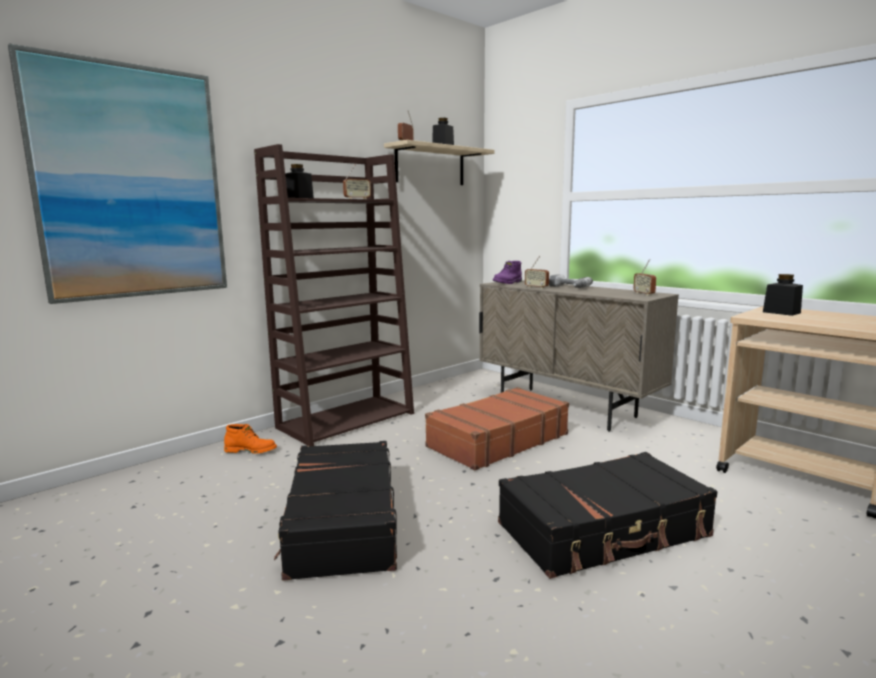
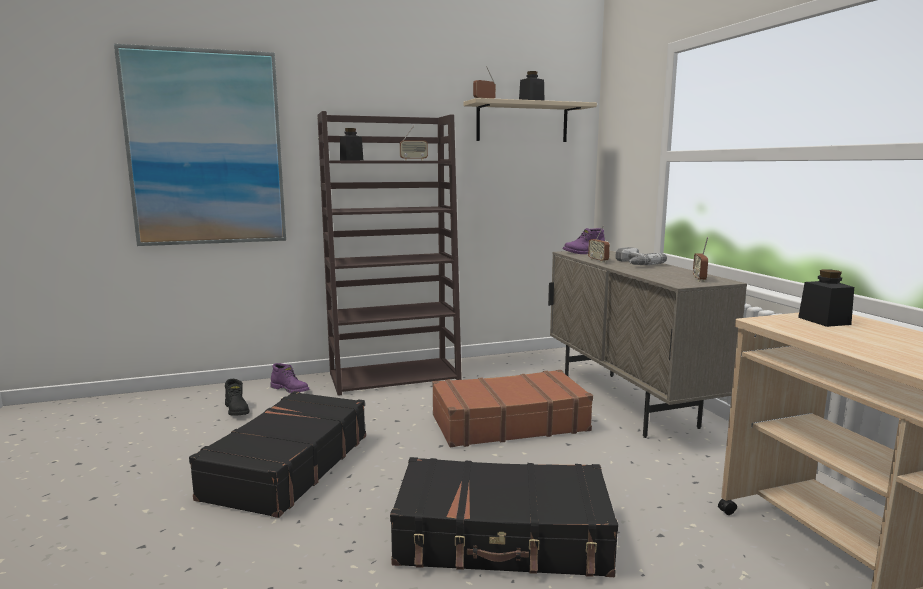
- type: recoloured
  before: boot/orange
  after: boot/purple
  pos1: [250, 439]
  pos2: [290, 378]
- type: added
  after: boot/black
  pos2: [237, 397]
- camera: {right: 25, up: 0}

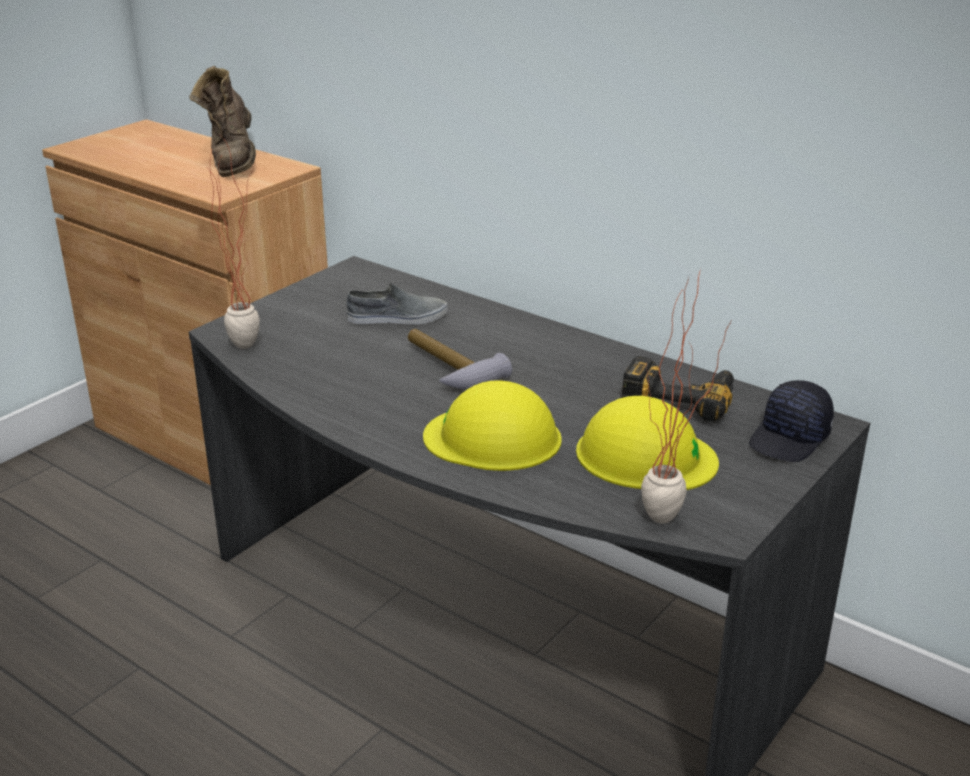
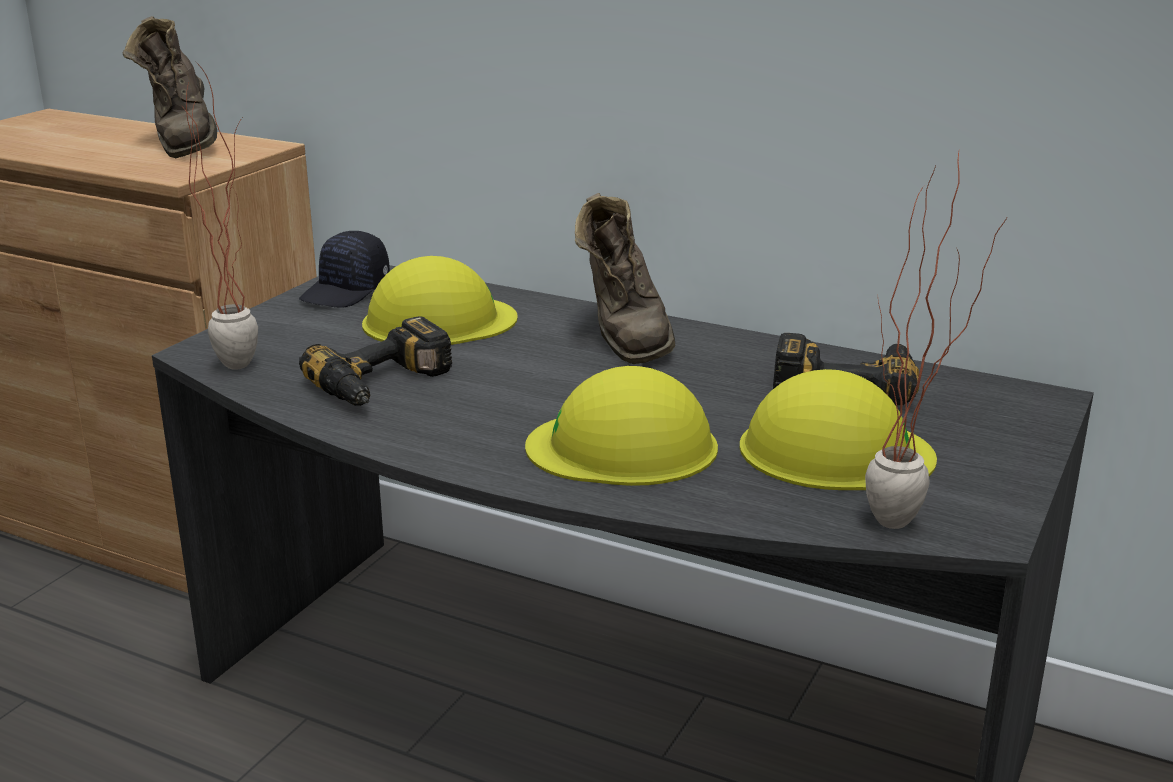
- type: replaced
  before: shoe/grey
  after: hard hat/yellow
  pos1: [397, 304]
  pos2: [440, 300]
- type: removed
  before: hammer
  pos1: [460, 359]
- type: moved
  before: cap/black
  pos1: [791, 421]
  pos2: [344, 269]
- type: added
  after: boot/brown
  pos2: [625, 278]
- type: added
  after: power drill
  pos2: [375, 361]
- camera: {right: -10, up: -5}

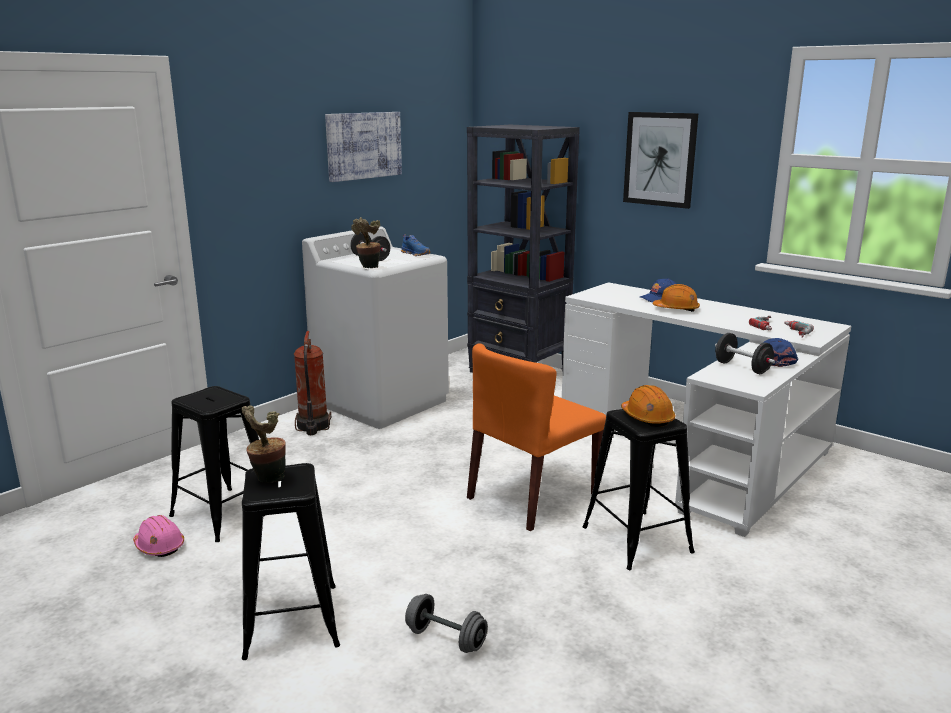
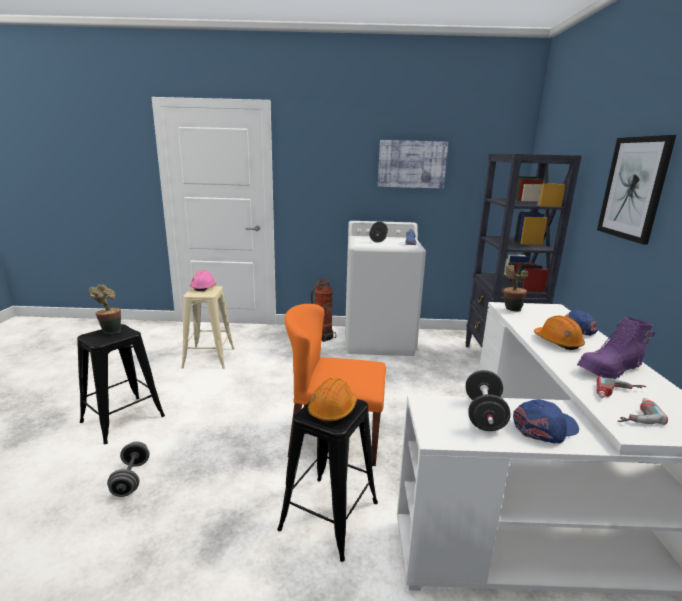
- type: moved
  before: potted plant
  pos1: [366, 242]
  pos2: [515, 288]
- type: recoloured
  before: stool/black
  after: stool/beige
  pos1: [214, 464]
  pos2: [207, 327]
- type: moved
  before: hard hat/pink
  pos1: [158, 536]
  pos2: [203, 280]
- type: added
  after: boot/purple
  pos2: [616, 348]
- camera: {right: 50, up: 0}

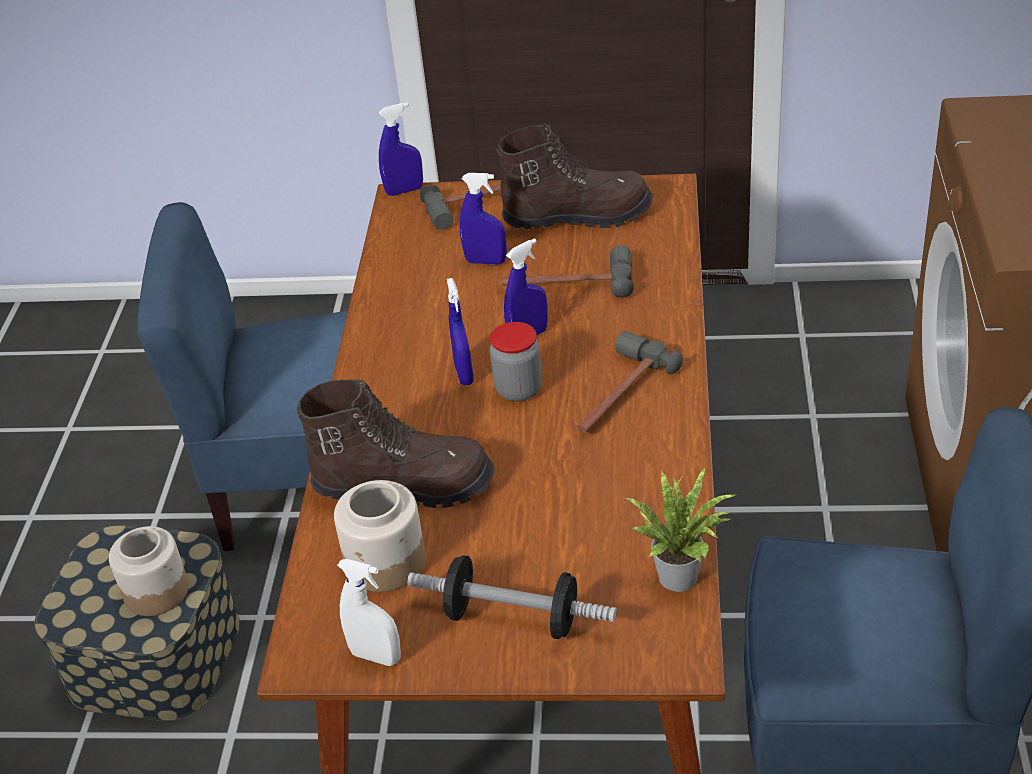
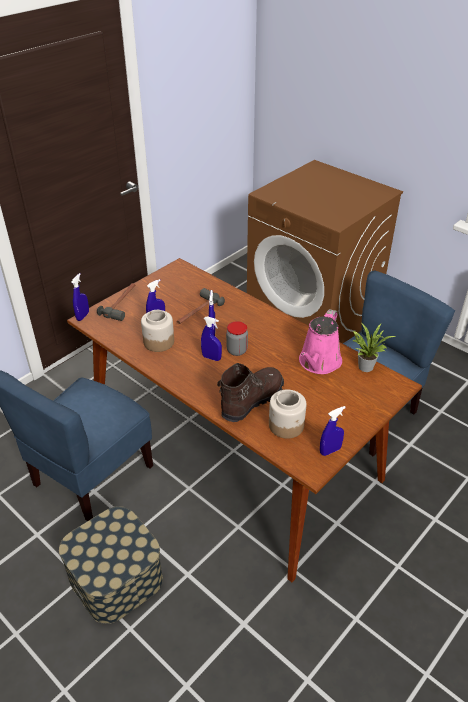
- type: removed
  before: boot/brown
  pos1: [575, 176]
- type: removed
  before: hammer
  pos1: [630, 382]
- type: moved
  before: jar
  pos1: [149, 571]
  pos2: [157, 331]
- type: removed
  before: dumbbell
  pos1: [512, 597]
- type: recoloured
  before: spray bottle/white
  after: spray bottle/blue
  pos1: [369, 612]
  pos2: [333, 431]
- type: added
  after: watering can/pink
  pos2: [320, 341]
- camera: {right: -55, up: 0}

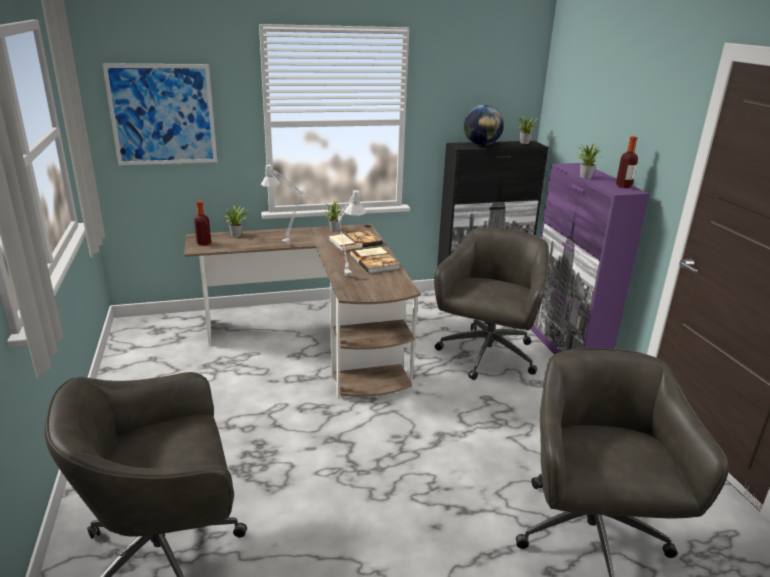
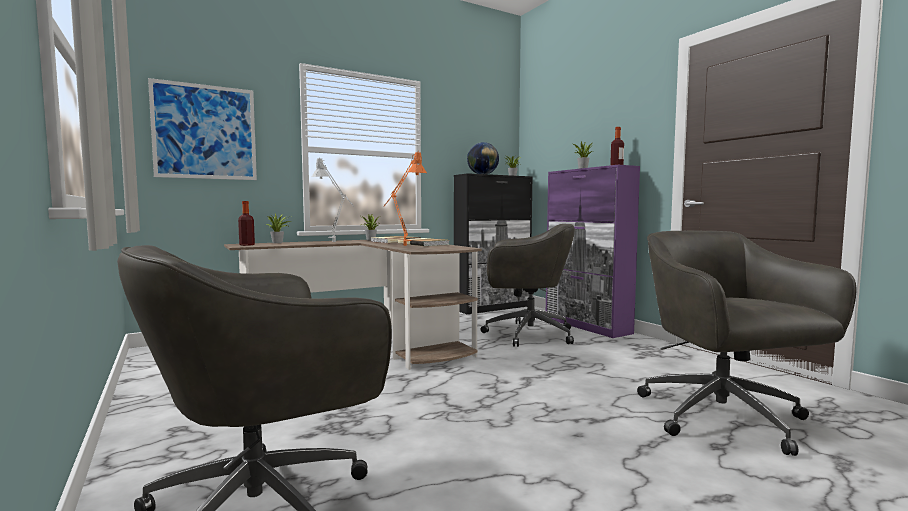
- type: recoloured
  before: table lamp/grey
  after: table lamp/orange
  pos1: [349, 232]
  pos2: [405, 199]
- type: turned
  before: office chair/grey
  pos1: [491, 303]
  pos2: [528, 285]
  turn: 90
- camera: {right: -15, up: -20}

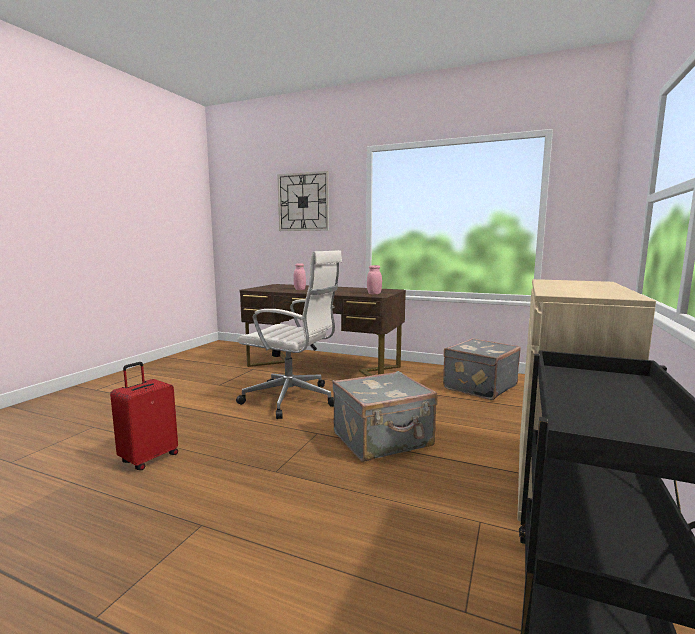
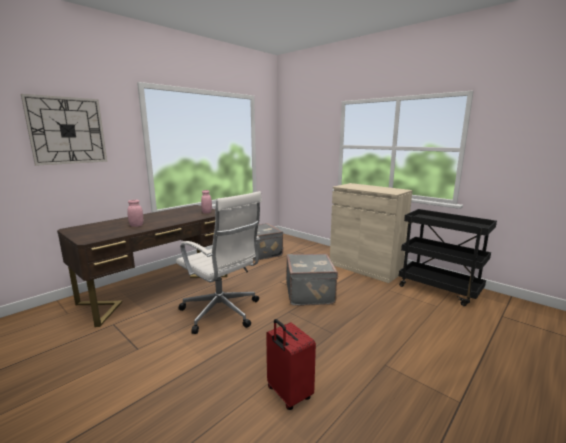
- type: turned
  before: office chair/white
  pos1: [289, 334]
  pos2: [219, 262]
  turn: 90
- camera: {right: -70, up: 5}

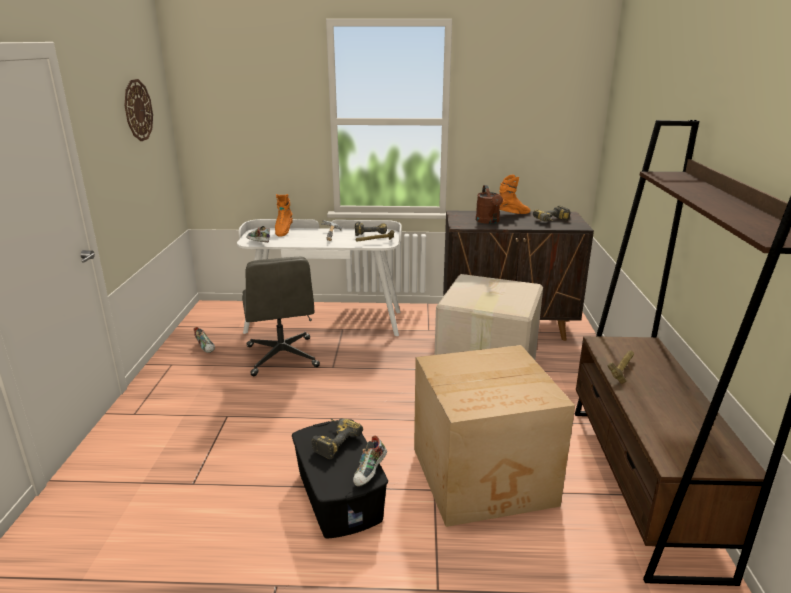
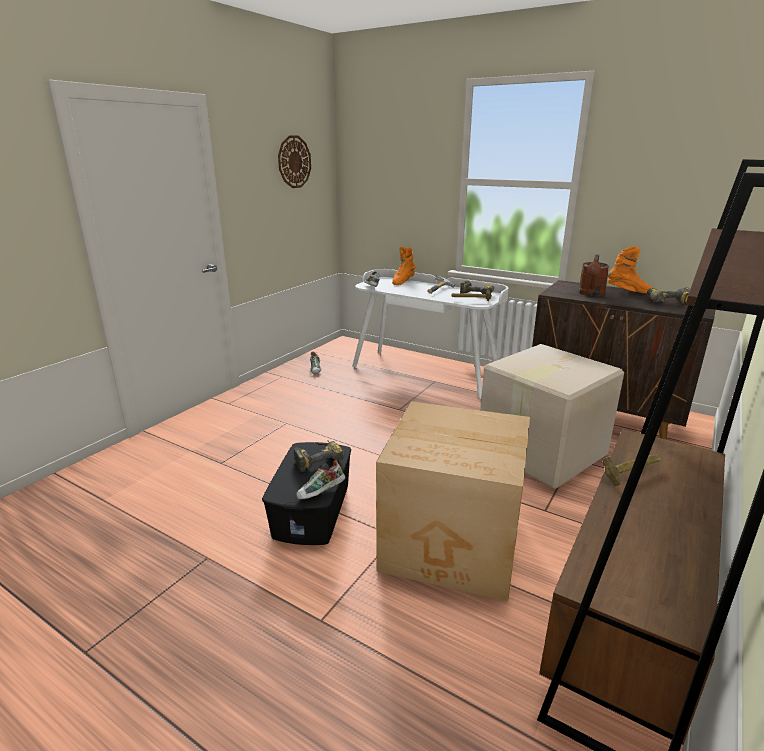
- type: removed
  before: office chair/grey
  pos1: [281, 316]
- camera: {right: 30, up: 0}

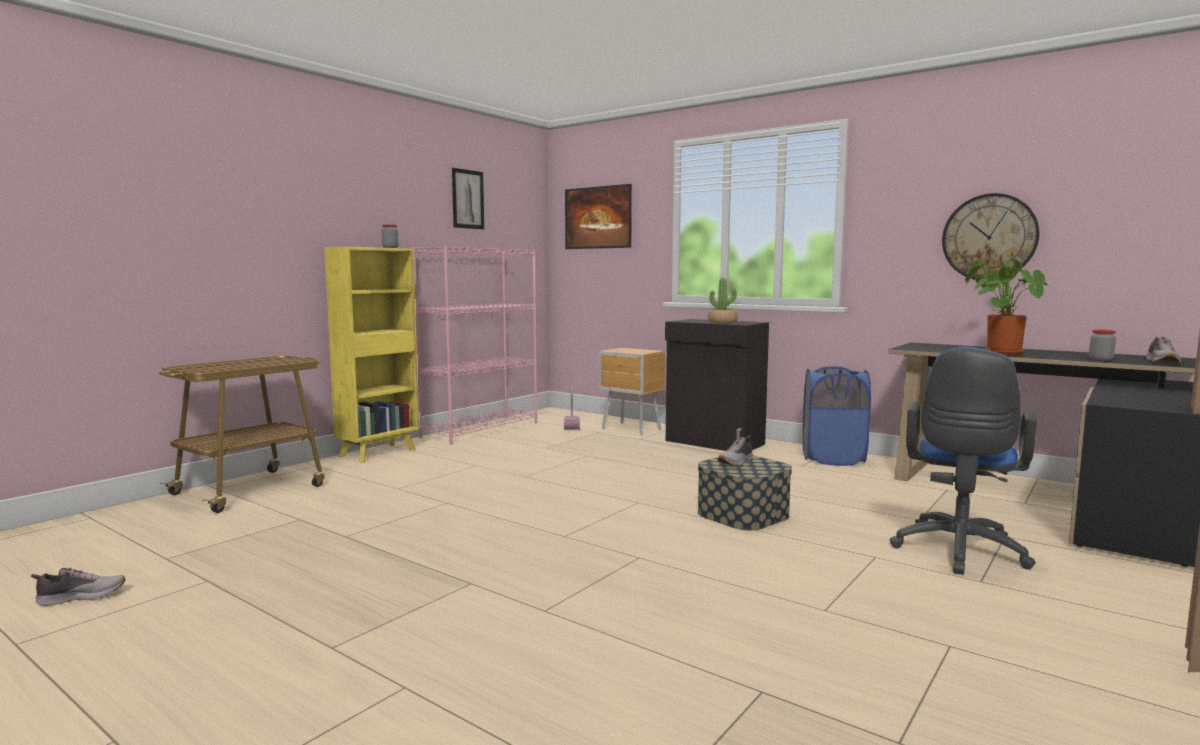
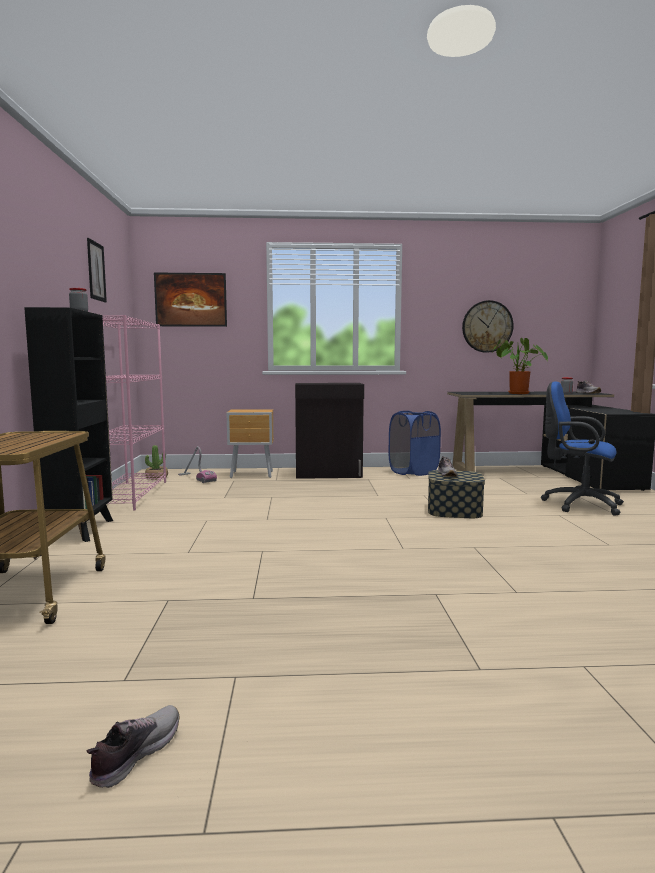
- type: recoloured
  before: bookcase/yellow
  after: bookcase/black
  pos1: [372, 355]
  pos2: [68, 424]
- type: moved
  before: potted plant
  pos1: [723, 300]
  pos2: [156, 462]
- type: turned
  before: office chair/blue
  pos1: [963, 460]
  pos2: [582, 448]
  turn: 135
- camera: {right: -40, up: 0}

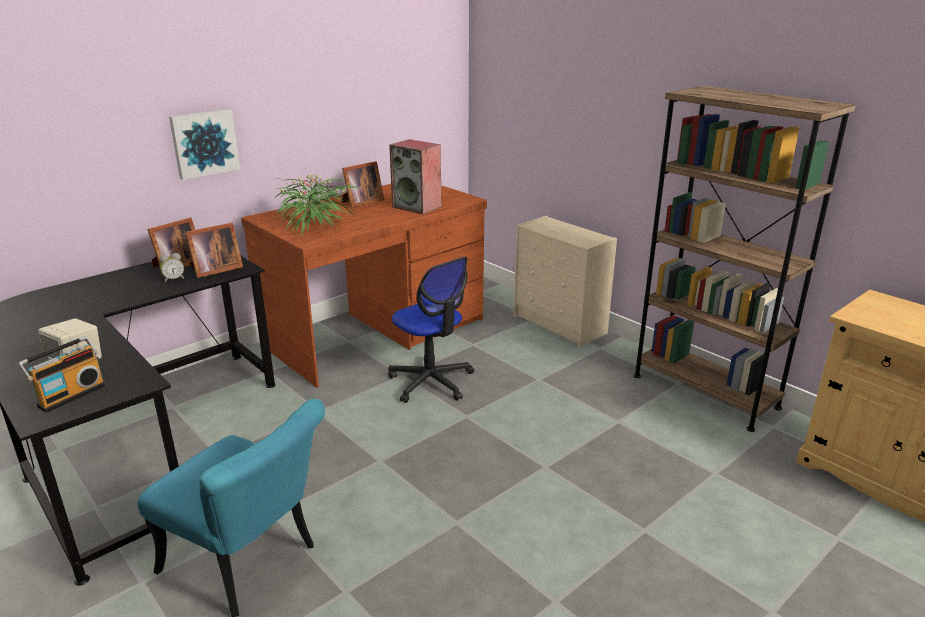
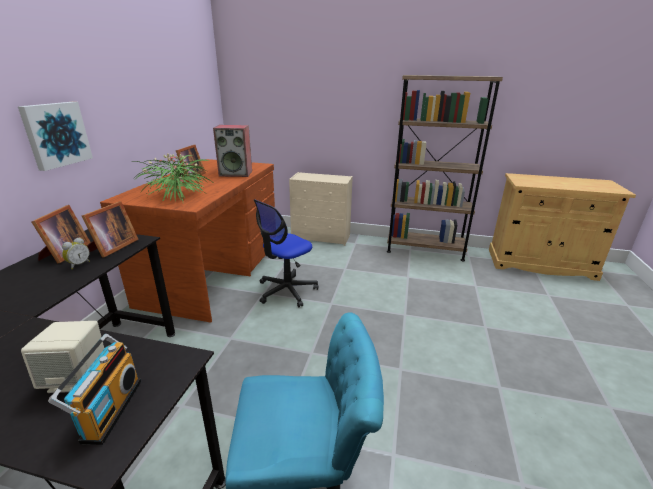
- type: turned
  before: office chair
  pos1: [431, 329]
  pos2: [286, 253]
  turn: 120
- camera: {right: -35, up: 0}

